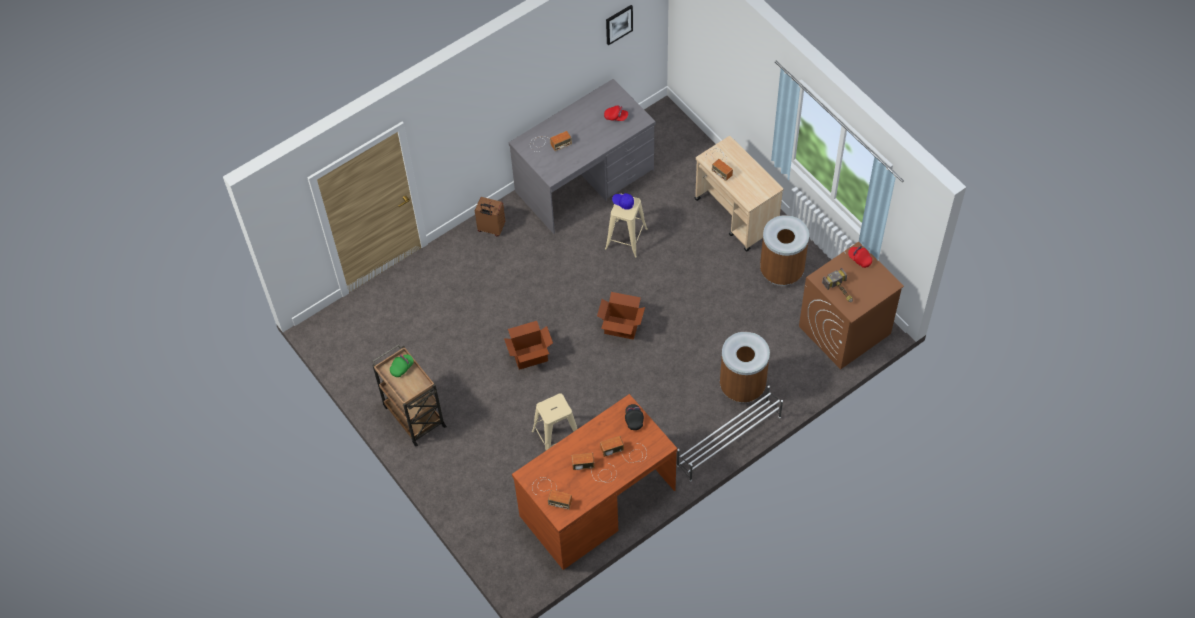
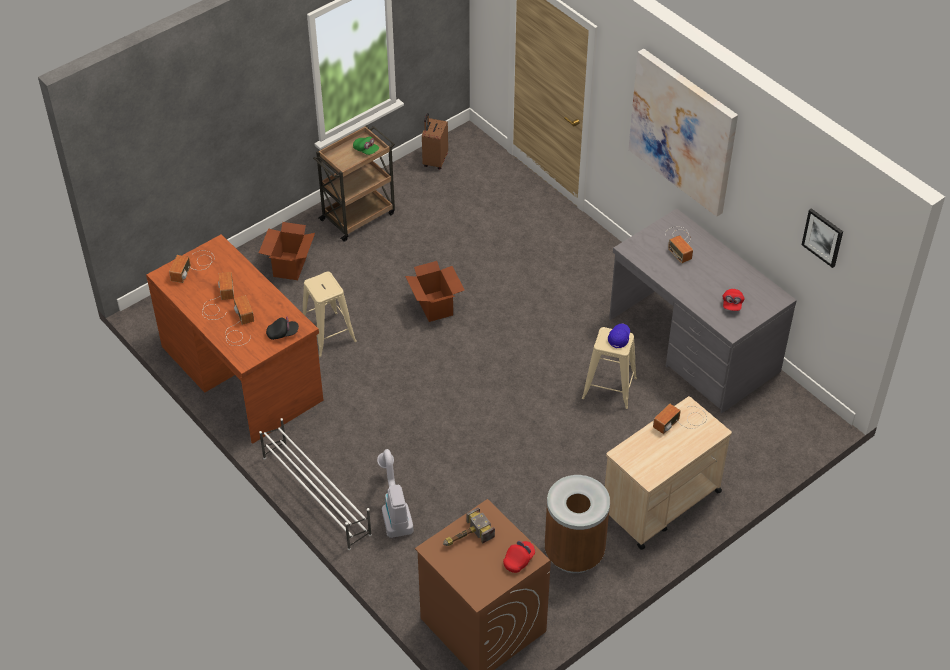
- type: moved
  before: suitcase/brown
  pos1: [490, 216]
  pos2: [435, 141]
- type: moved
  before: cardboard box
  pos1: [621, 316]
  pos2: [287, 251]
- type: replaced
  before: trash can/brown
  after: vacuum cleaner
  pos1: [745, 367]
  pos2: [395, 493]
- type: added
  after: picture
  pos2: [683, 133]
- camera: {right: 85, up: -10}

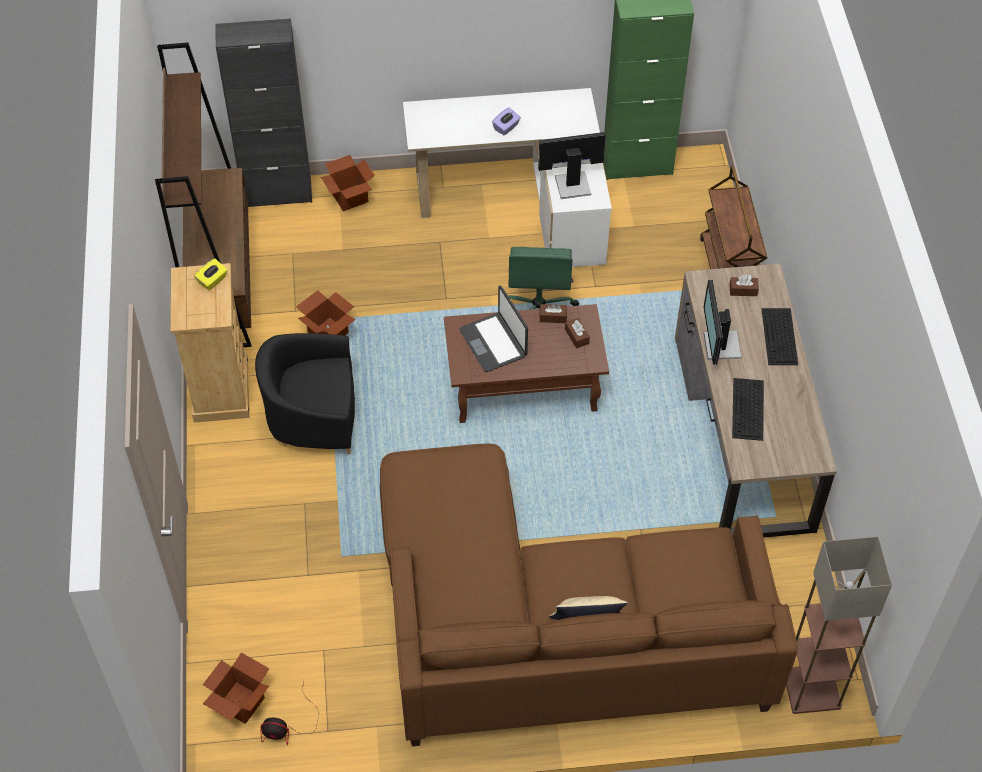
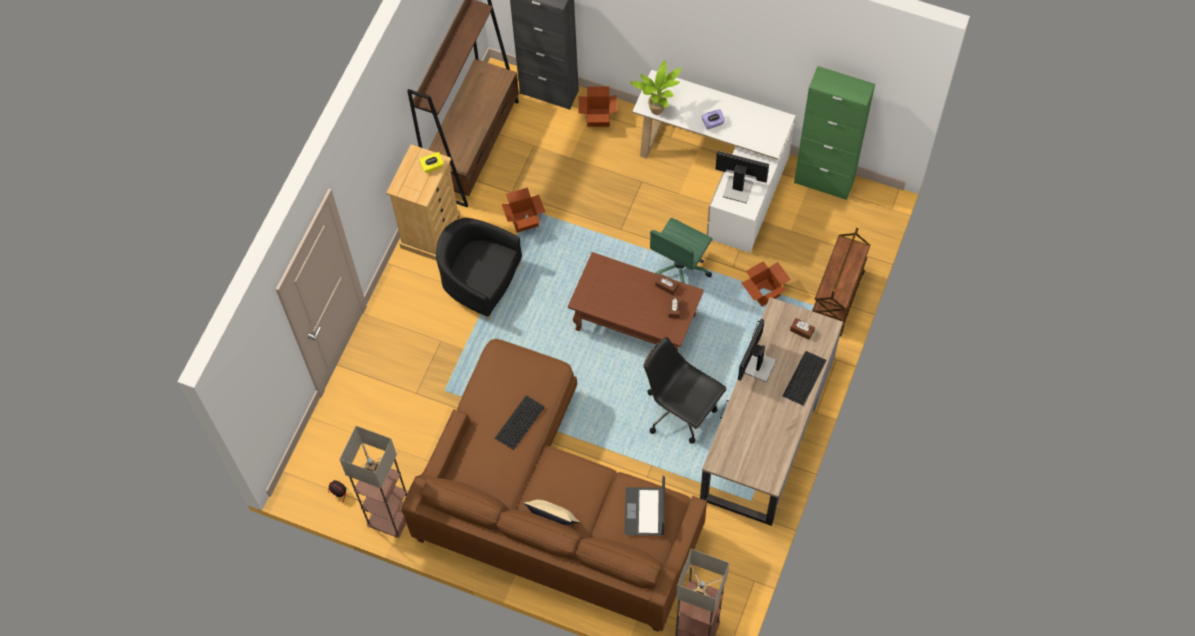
- type: moved
  before: laptop
  pos1: [493, 328]
  pos2: [645, 506]
- type: moved
  before: keyboard
  pos1: [748, 409]
  pos2: [520, 422]
- type: moved
  before: cardboard box
  pos1: [236, 688]
  pos2: [766, 283]
- type: added
  after: potted plant
  pos2: [655, 87]
- type: added
  after: office chair/black
  pos2: [685, 390]
- type: added
  after: floor lamp
  pos2: [373, 482]
- camera: {right: 30, up: 10}

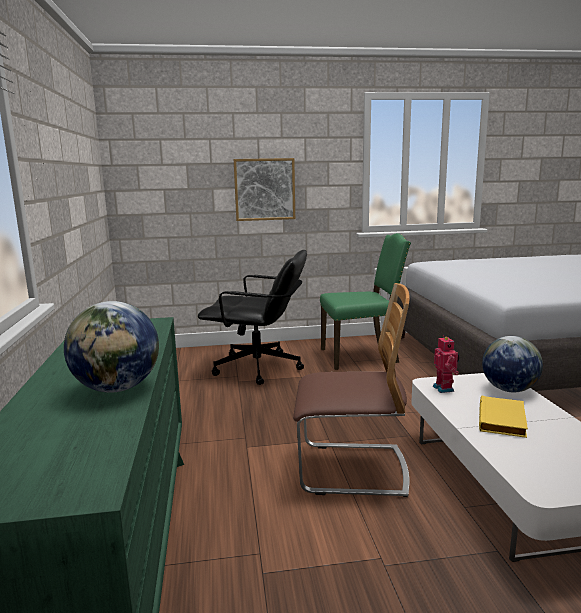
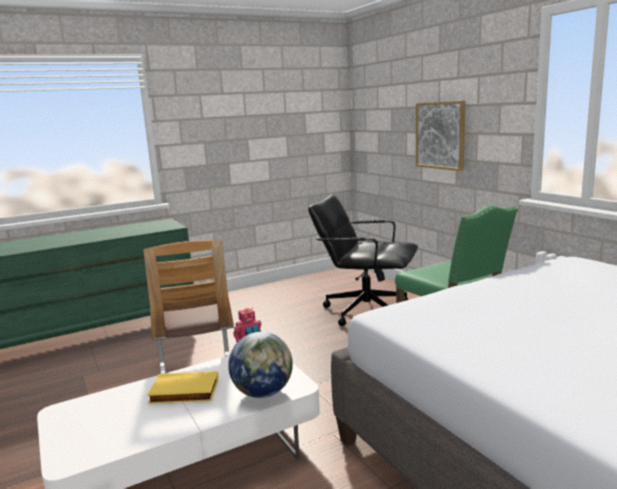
- type: turned
  before: office chair/black
  pos1: [252, 317]
  pos2: [363, 260]
  turn: 120
- type: removed
  before: globe
  pos1: [111, 347]
- camera: {right: 70, up: 0}

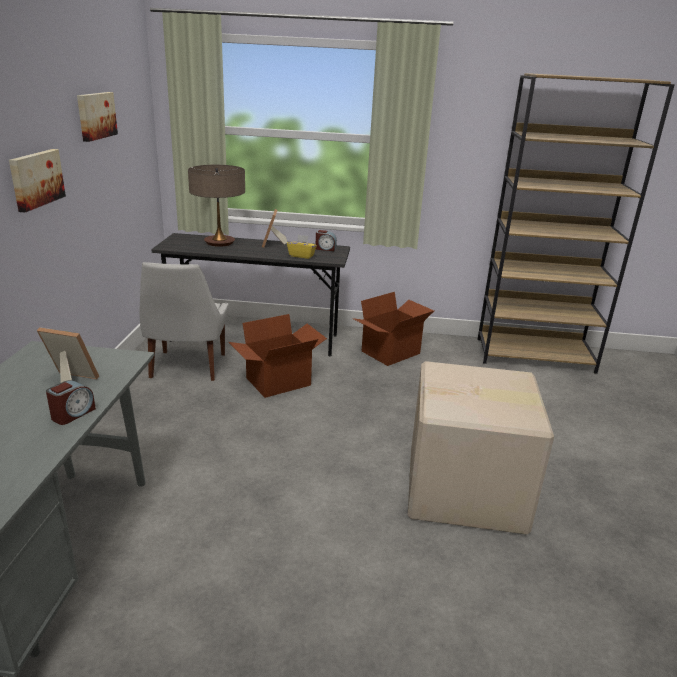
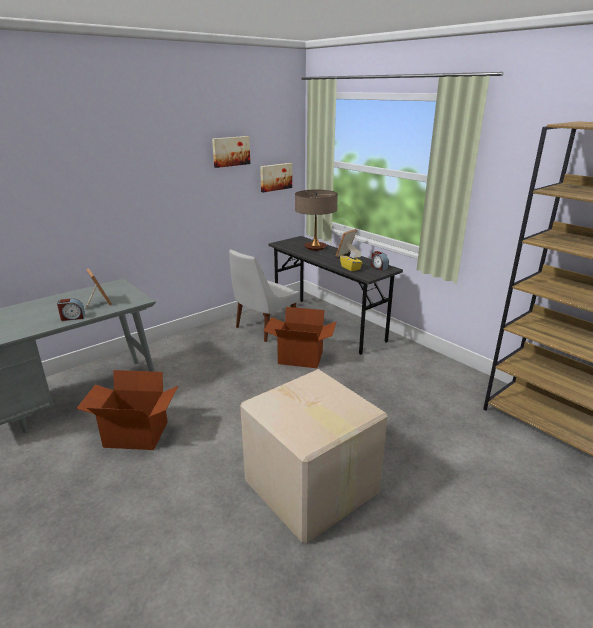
- type: moved
  before: picture
  pos1: [37, 181]
  pos2: [276, 177]
- type: moved
  before: cardboard box
  pos1: [393, 329]
  pos2: [127, 410]
- camera: {right: 45, up: 0}

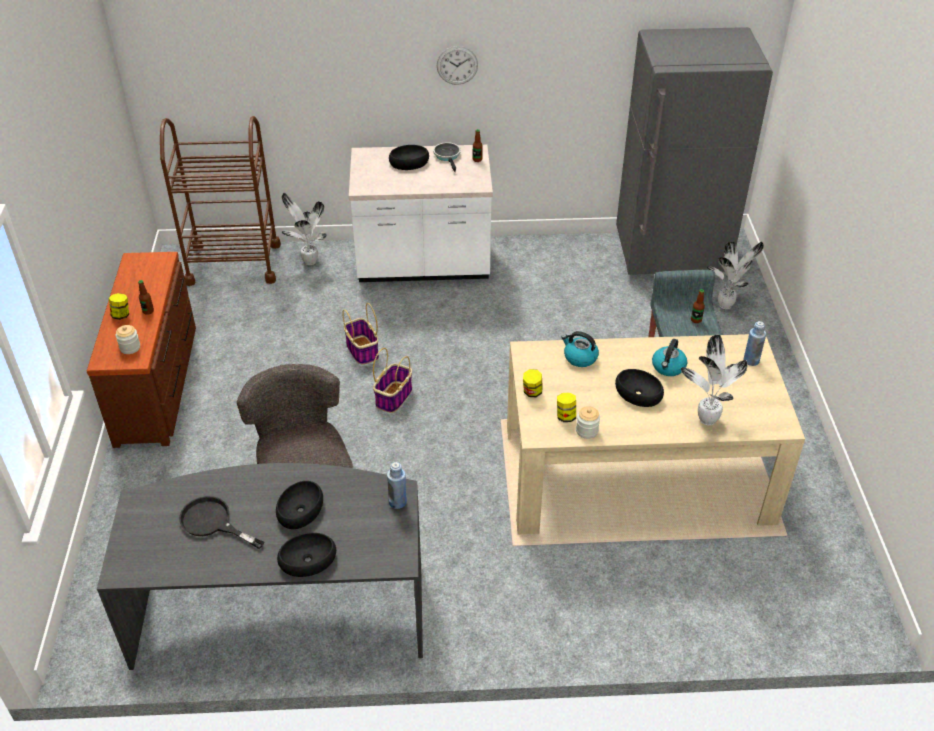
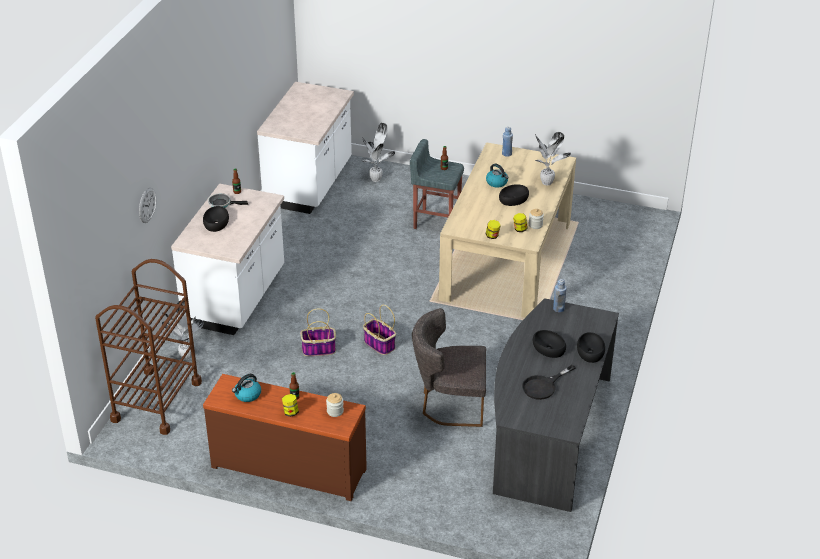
- type: replaced
  before: fridge/grey
  after: counter/white
  pos1: [694, 150]
  pos2: [305, 148]
- type: moved
  before: wall clock
  pos1: [457, 65]
  pos2: [147, 205]
- type: moved
  before: kettle
  pos1: [580, 349]
  pos2: [246, 388]
- camera: {right: -70, up: -5}

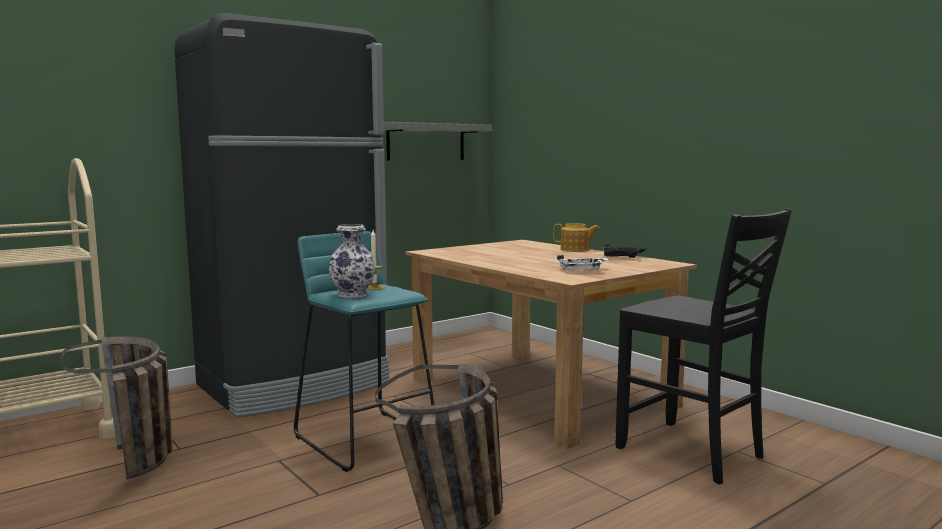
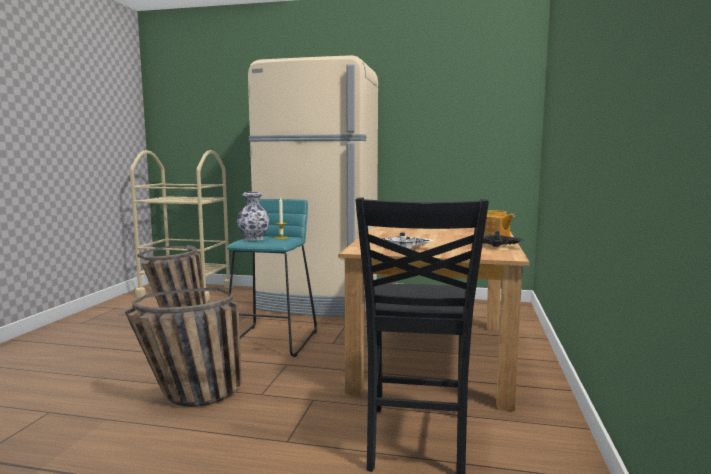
- type: recoloured
  before: fridge/black
  after: fridge/beige
  pos1: [281, 215]
  pos2: [313, 186]
- type: removed
  before: shelf/grey
  pos1: [438, 141]
- camera: {right: 50, up: 0}

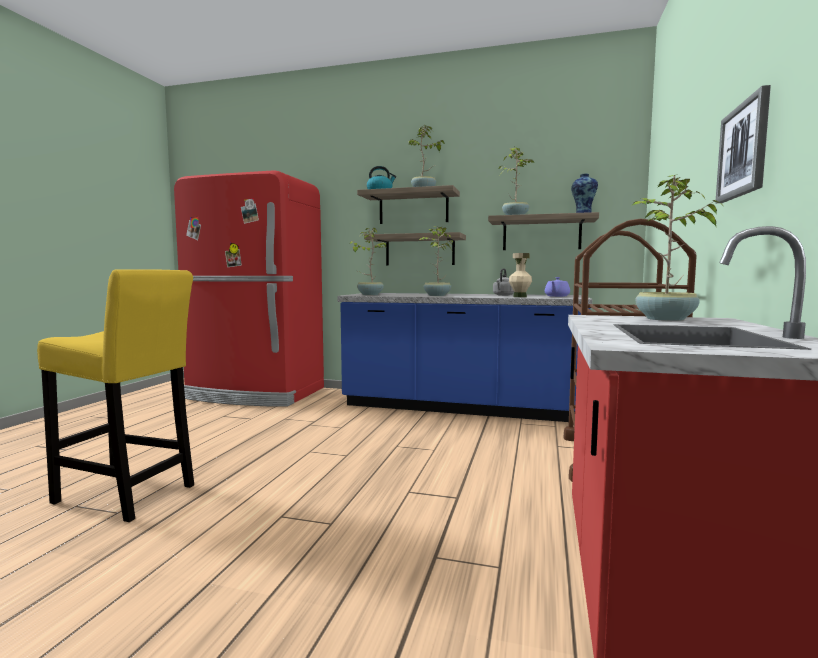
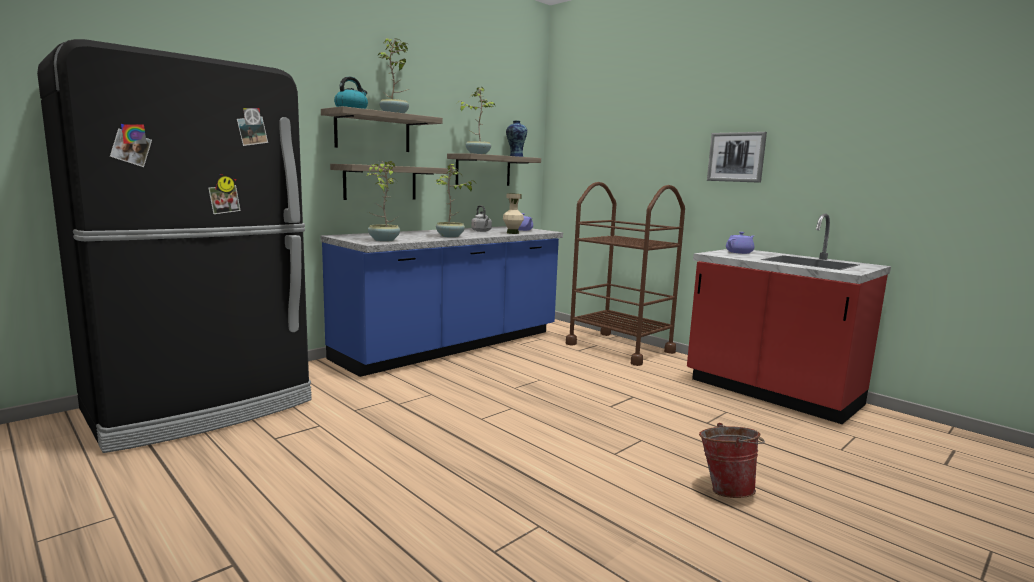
- type: recoloured
  before: fridge/red
  after: fridge/black
  pos1: [249, 288]
  pos2: [174, 246]
- type: replaced
  before: potted plant
  after: teapot/purple
  pos1: [678, 247]
  pos2: [740, 243]
- type: removed
  before: stool/yellow
  pos1: [115, 395]
- type: added
  after: bucket
  pos2: [732, 460]
- camera: {right: -60, up: 5}

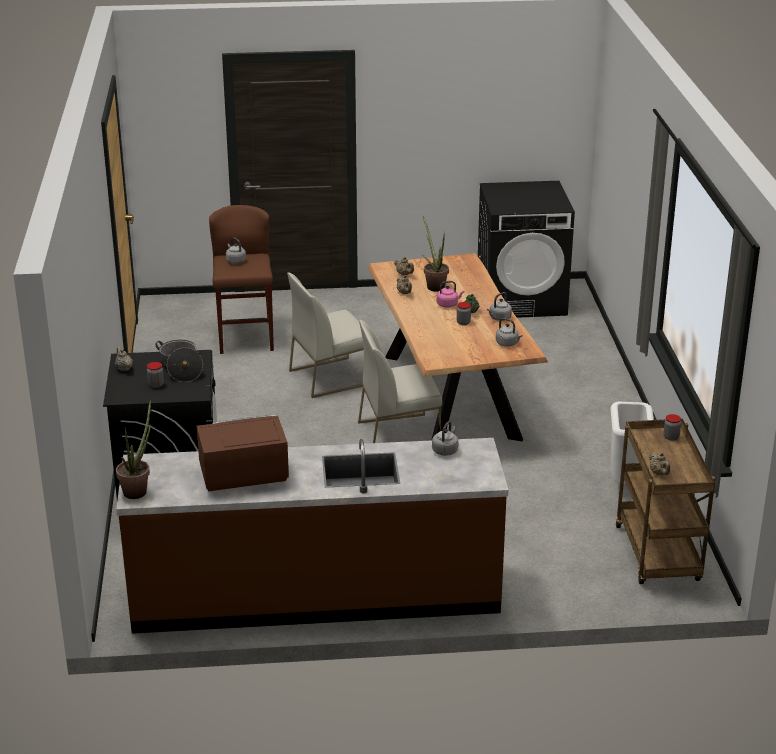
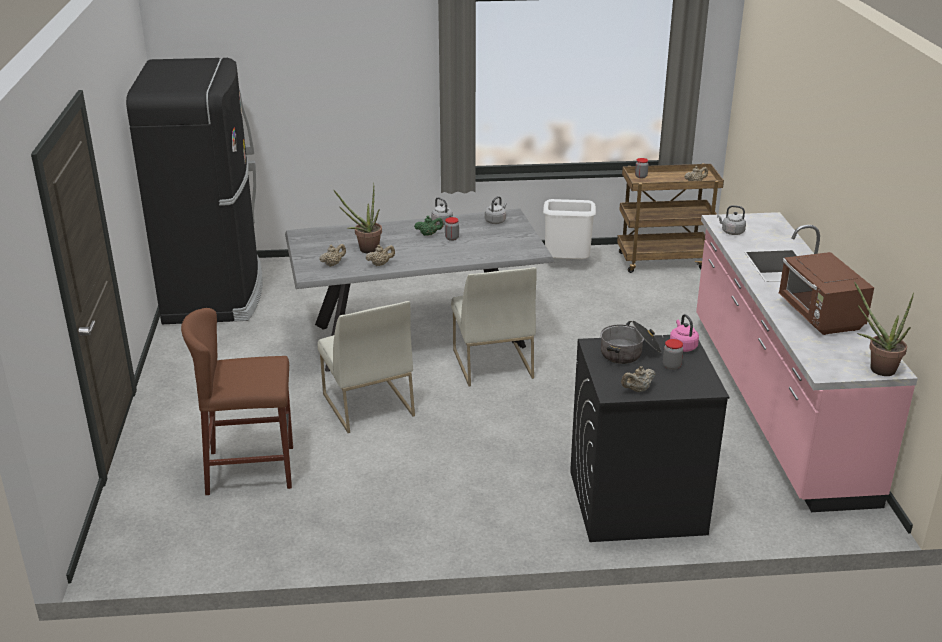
- type: replaced
  before: washing machine/black
  after: fridge/black
  pos1: [526, 249]
  pos2: [194, 191]
- type: removed
  before: kettle/grey
  pos1: [236, 251]
- type: recoloured
  before: dining table/brown
  after: dining table/grey
  pos1: [458, 347]
  pos2: [419, 290]
- type: moved
  before: kettle/pink
  pos1: [450, 294]
  pos2: [684, 333]
- type: recoloured
  before: counter/brown
  after: counter/pink
  pos1: [312, 536]
  pos2: [807, 362]
- camera: {right: -90, up: 0}

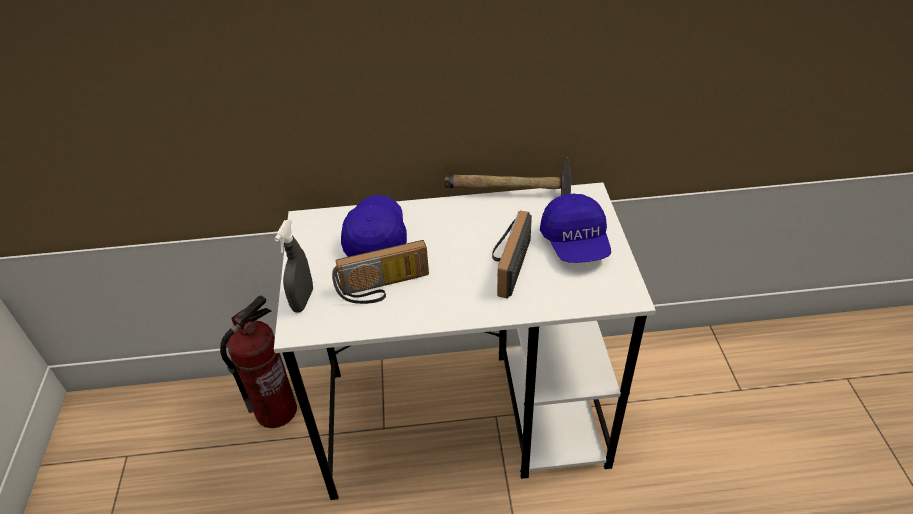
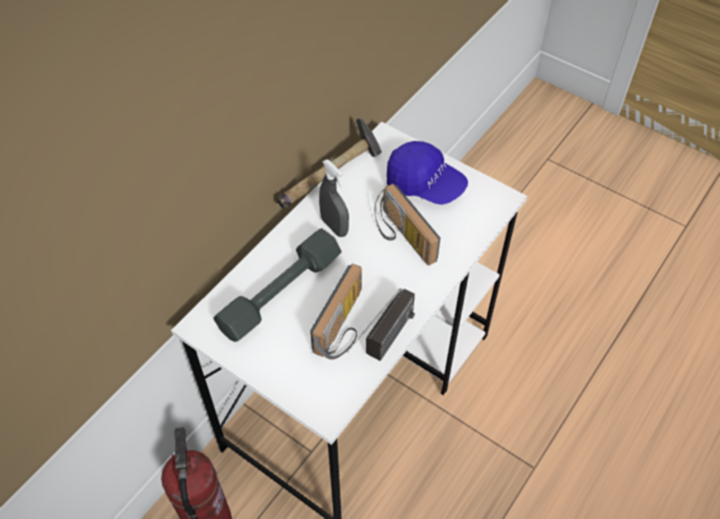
- type: replaced
  before: cap/blue
  after: dumbbell/grey
  pos1: [374, 226]
  pos2: [277, 285]
- type: moved
  before: spray bottle/grey
  pos1: [294, 266]
  pos2: [334, 198]
- type: added
  after: radio
  pos2: [381, 324]
- camera: {right: -50, up: 10}

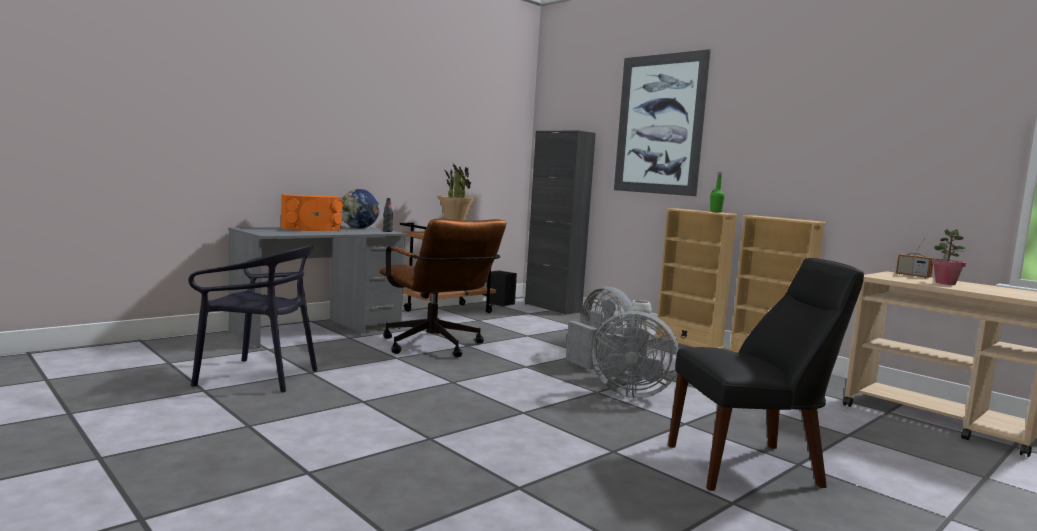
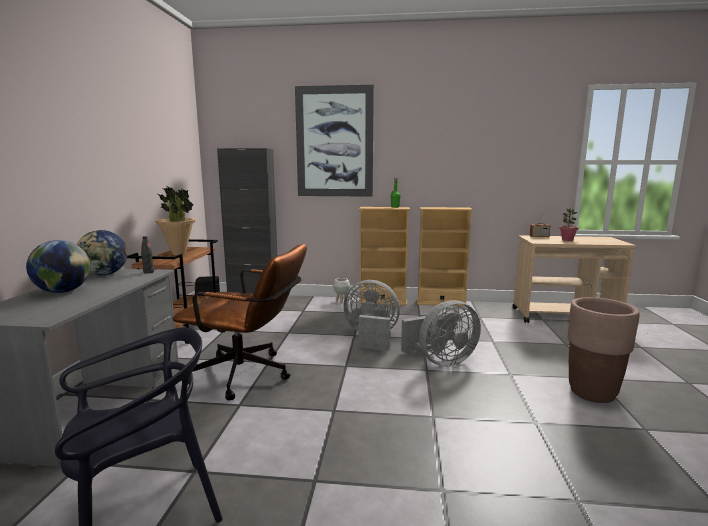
- type: replaced
  before: speaker/orange
  after: globe
  pos1: [312, 212]
  pos2: [58, 266]
- type: replaced
  before: chair/black
  after: planter/brown
  pos1: [766, 374]
  pos2: [604, 350]
- camera: {right: -40, up: 5}

